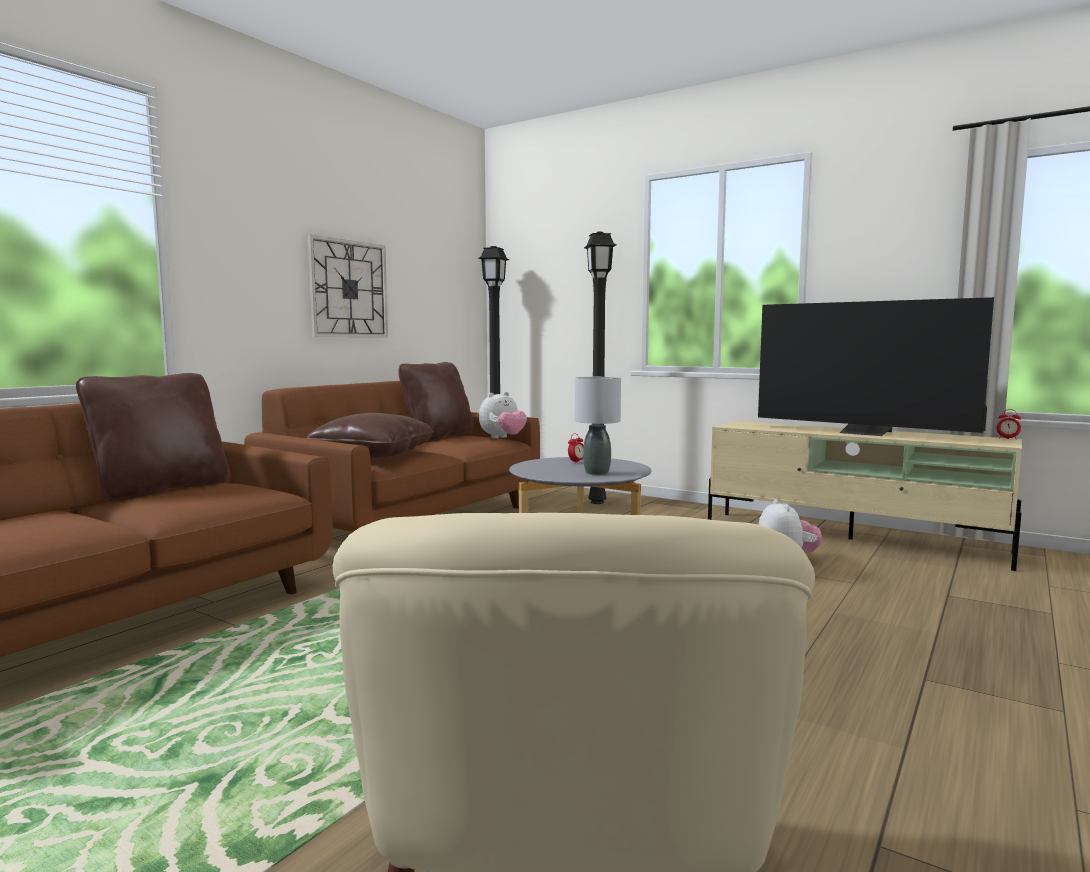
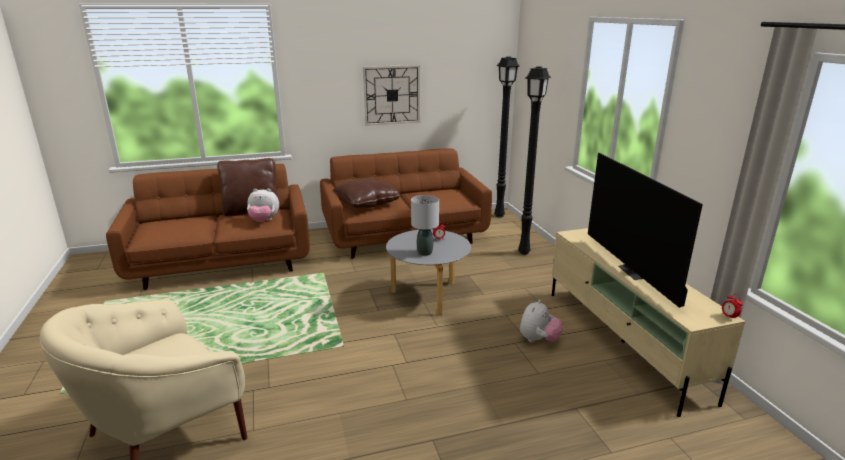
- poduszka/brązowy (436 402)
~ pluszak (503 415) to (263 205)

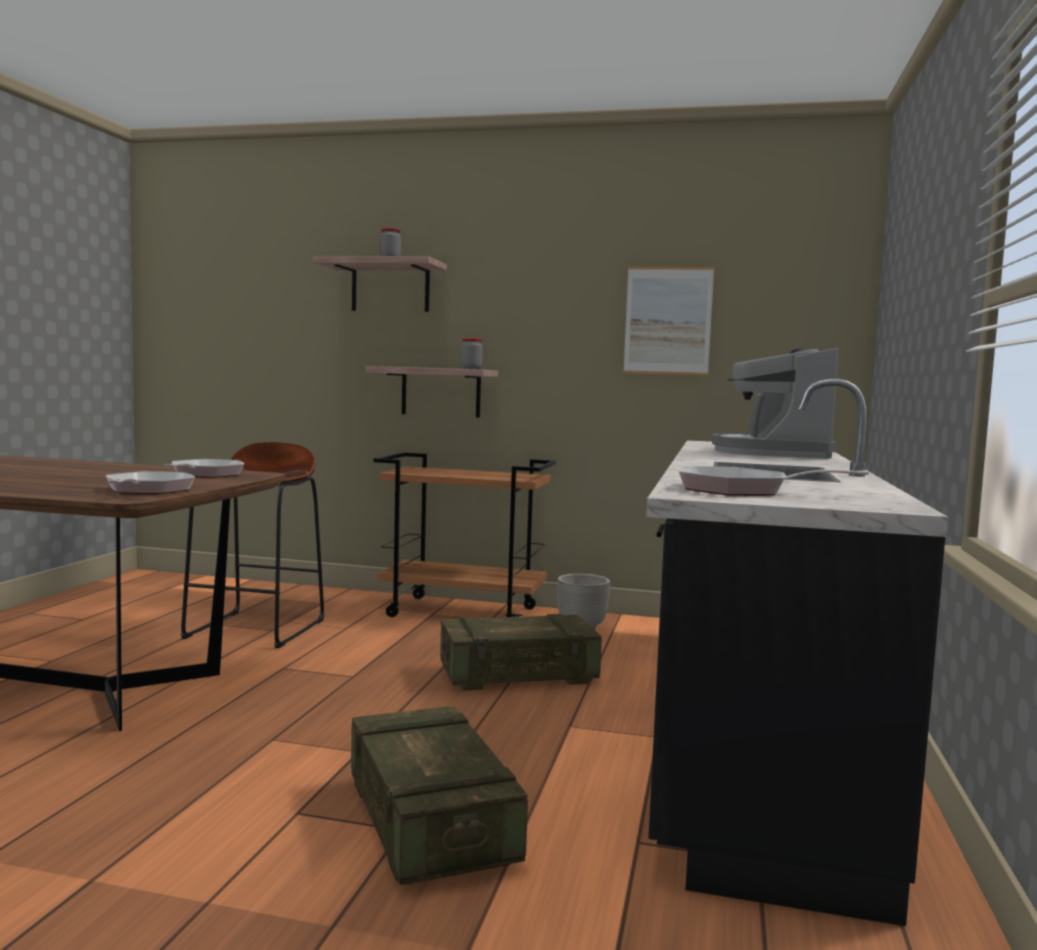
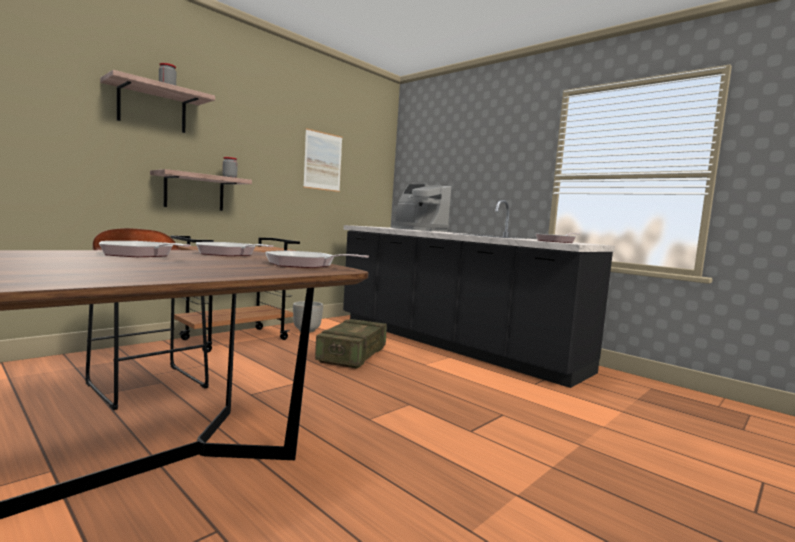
- skrzynka (439 795)
+ patelnia (145 249)

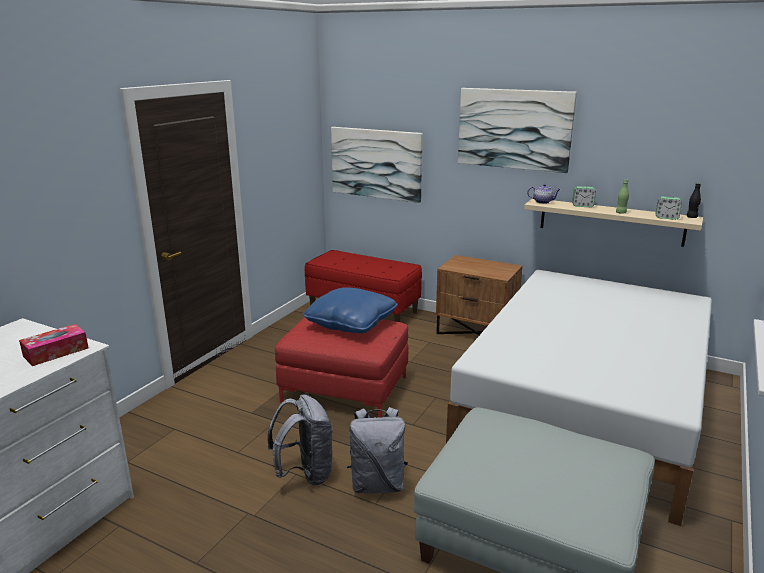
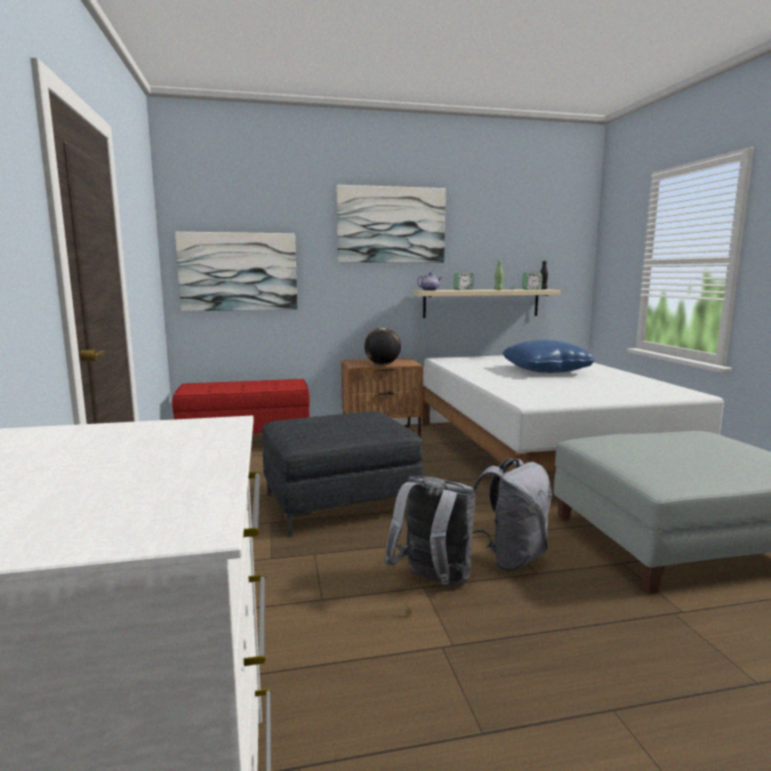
- pudełko chusteczek (53 345)
~ pufa/czerwony (341 367) to pufa/szary (342 474)
~ poduszka/niebieski (350 310) to (548 356)
+ globus (382 346)

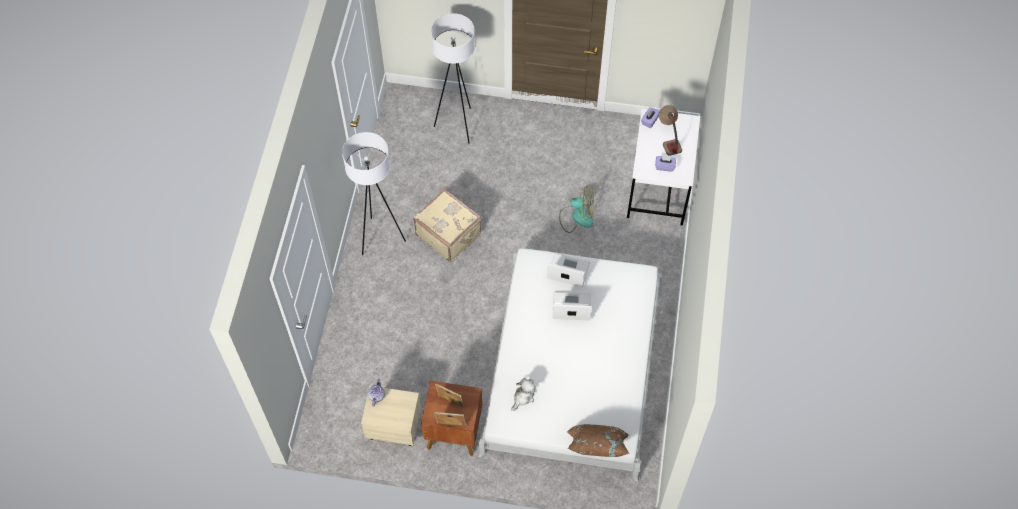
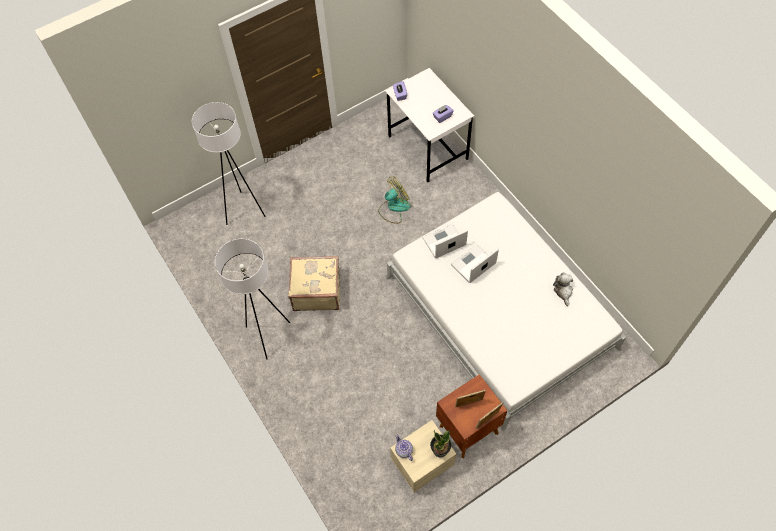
~ pluszak (523 394) to (563 289)
- poduszka/brązowy (598 440)
- lampa stołowa (670 130)
+ roślina doniczkowa (441 443)

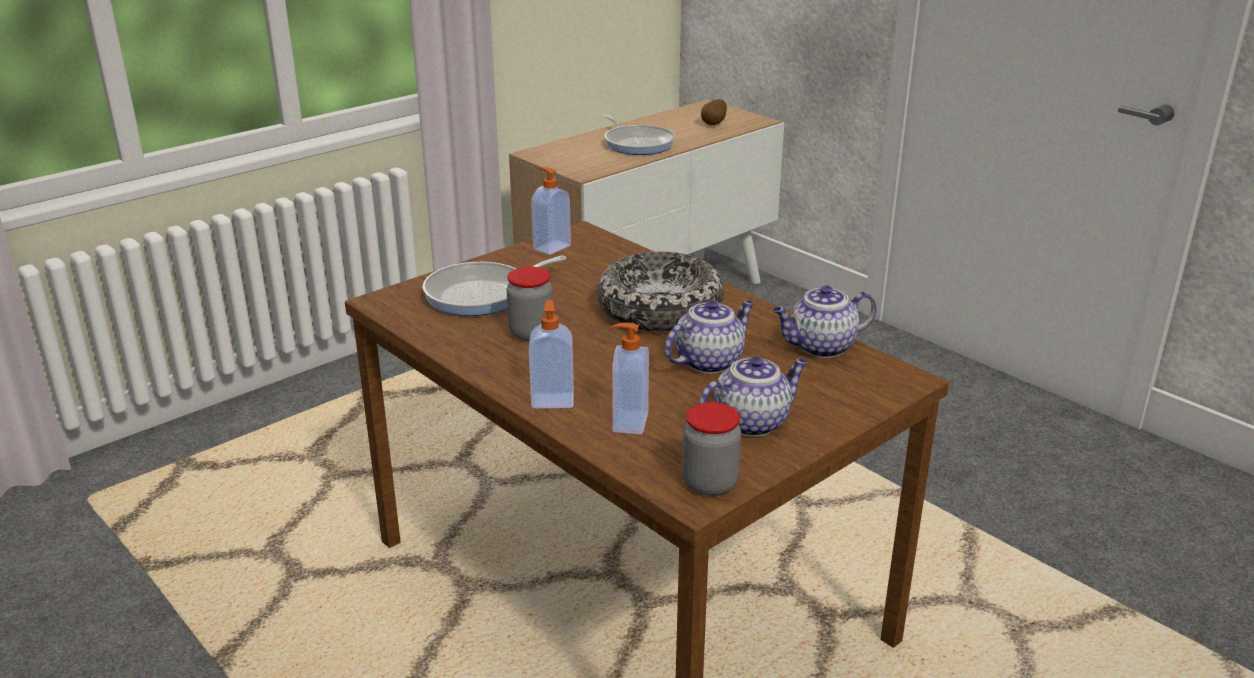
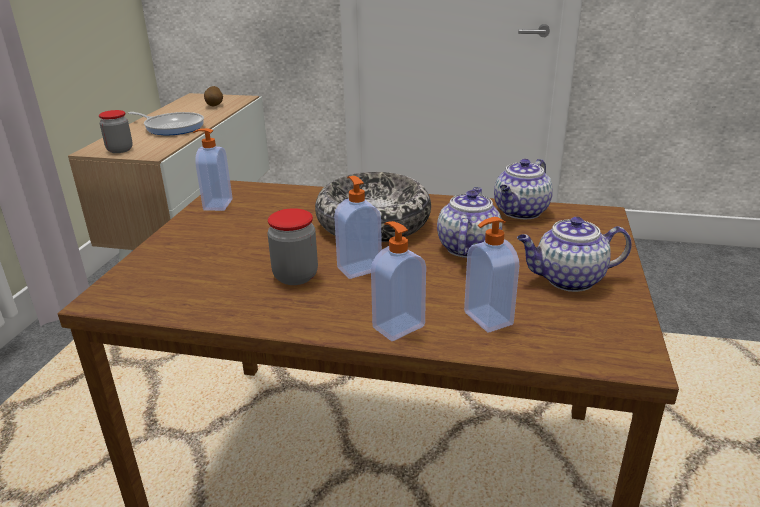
- patelnia (495 286)
~ słoik (711 449) to (116 131)
~ imbryk (753 396) = (574 254) 120 degrees counterclockwise
+ dozownik mydła (358 227)

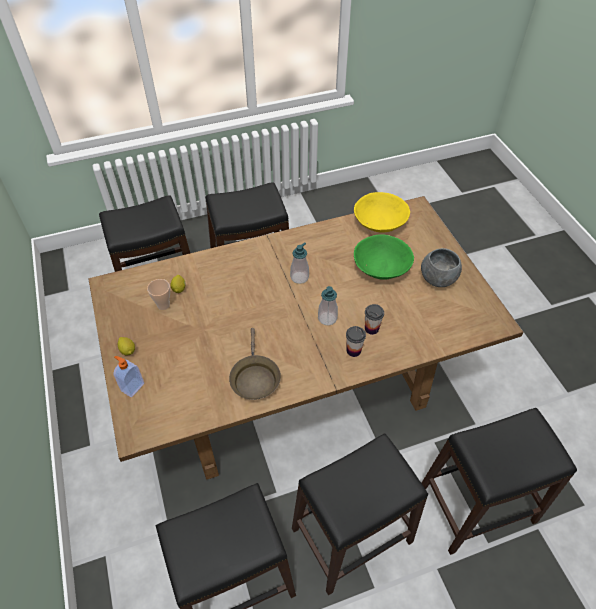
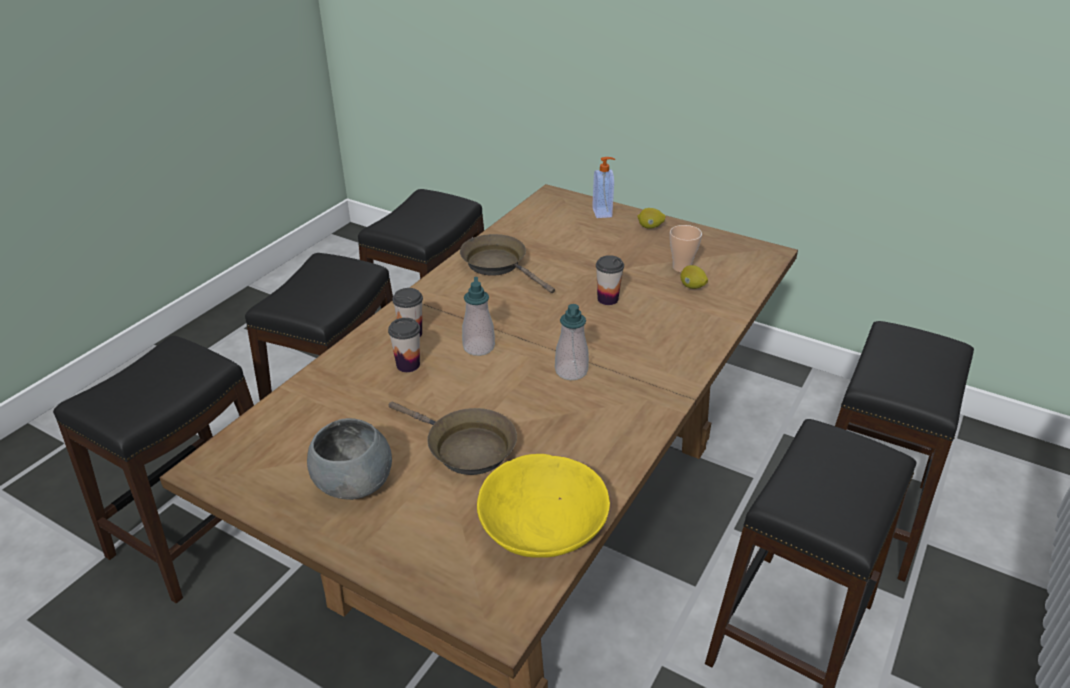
~ miska/zielony (384 257) to patelnia/brązowy (453 438)
+ filiżanka (610 280)

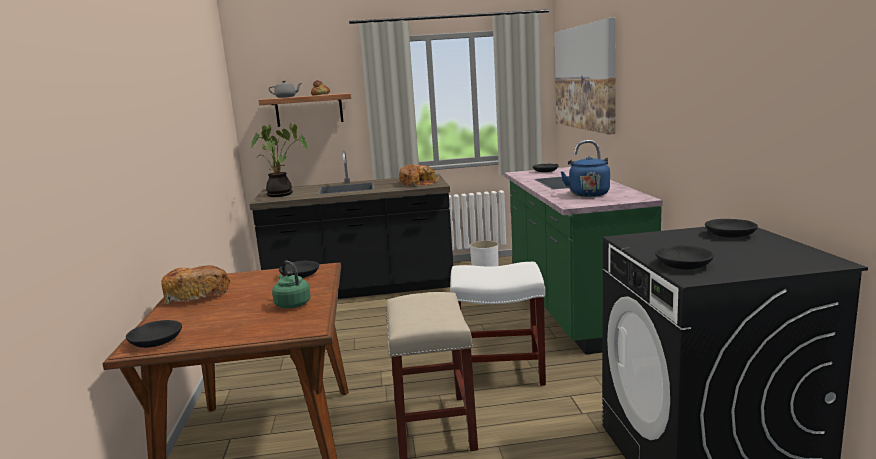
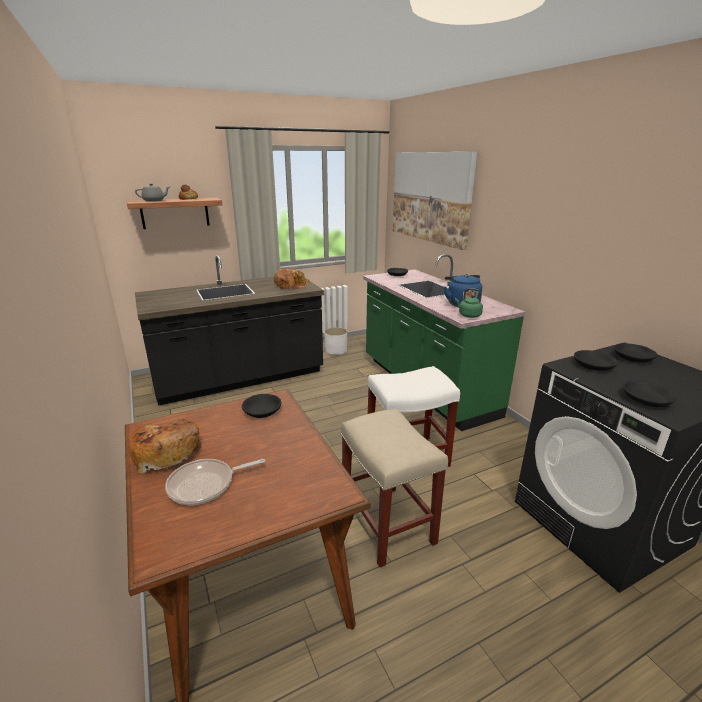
~ miska/czarny (154 334) to (596 360)
- roślina doniczkowa (279 160)
~ czajnik/zielony (291 284) to (469 303)
+ patelnia (215 482)

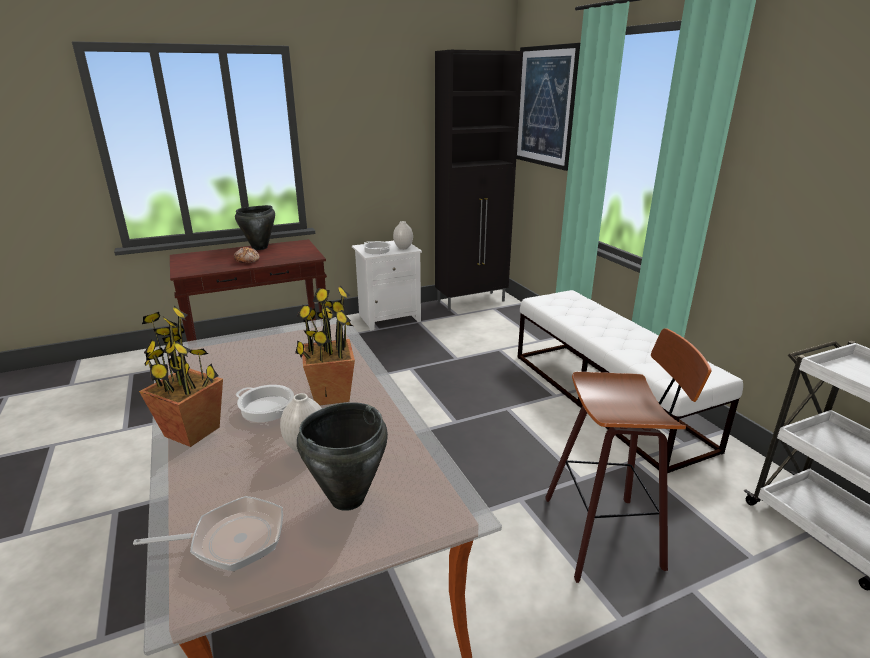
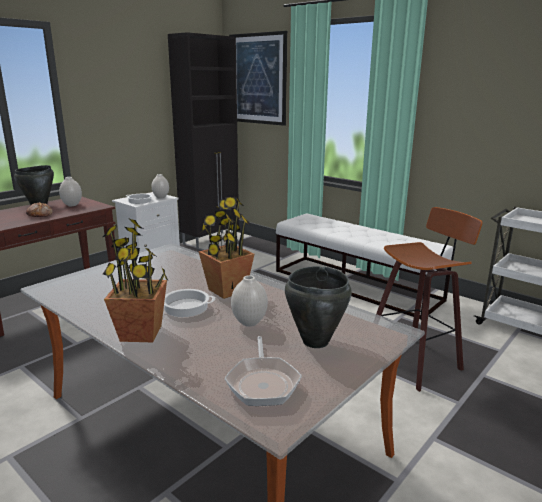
~ patelnia (208 533) = (263 371) 120 degrees clockwise
+ wazon/biały (70 191)

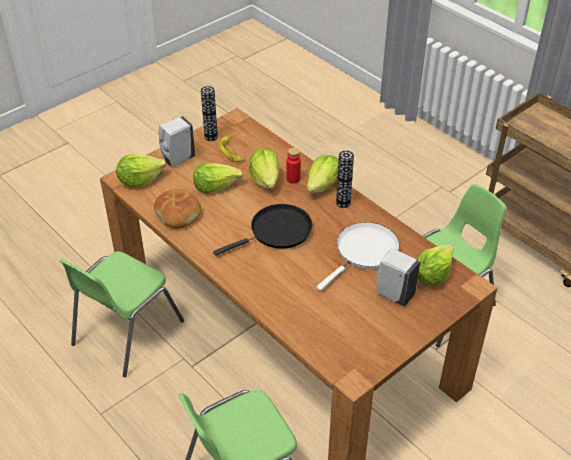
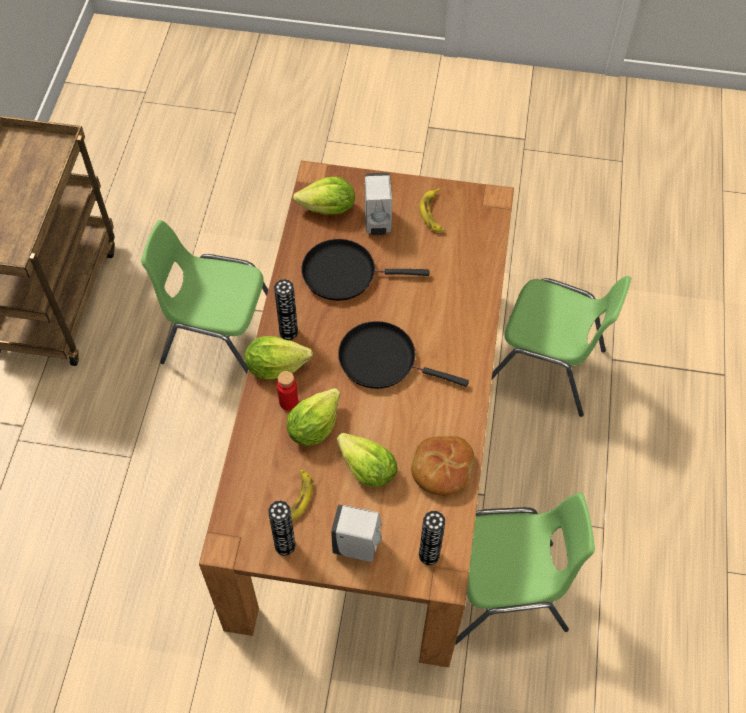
~ sałata (141 170) to wazon (432 538)
~ patelnia/biały (358 256) to patelnia/czarny (365 270)
+ banan (432 210)

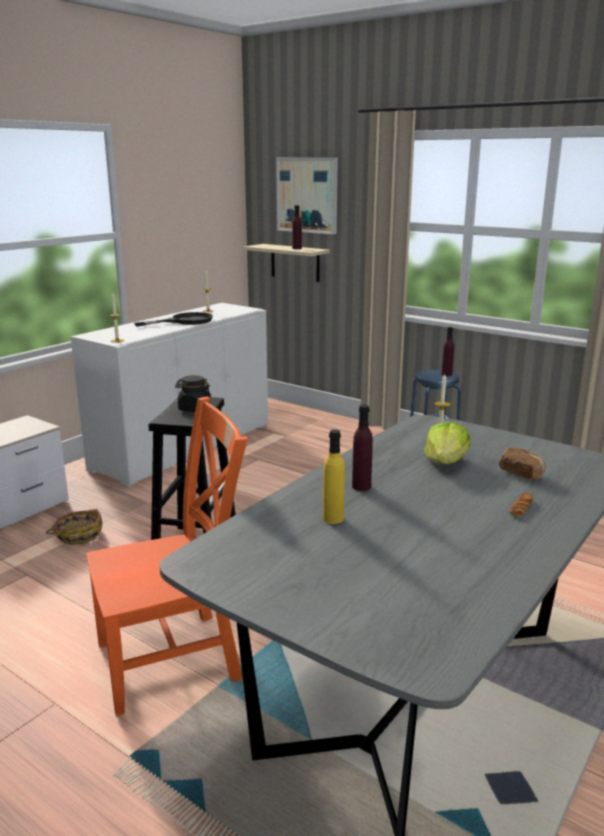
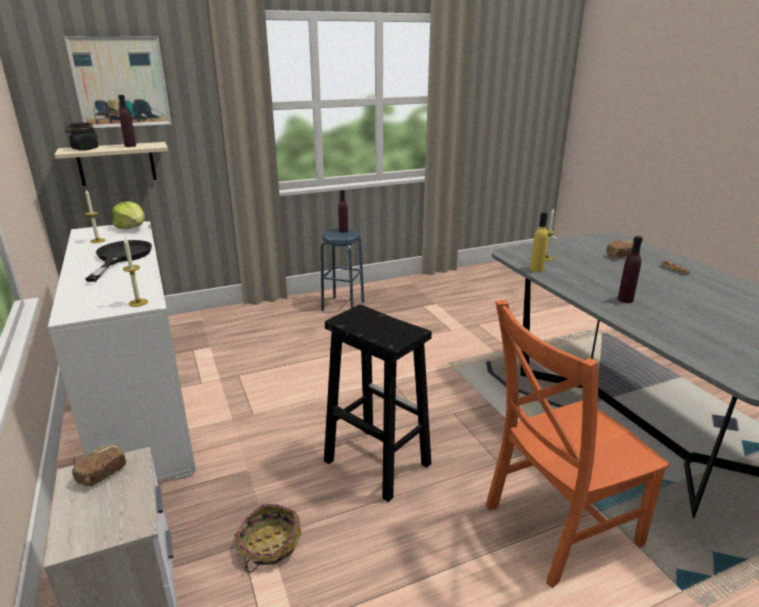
~ krzesło/pomarańczowy (167 556) = (578 444) 120 degrees counterclockwise
~ słoik/czarny (193 393) to (81 136)
~ butelka/żółty (334 476) to (539 242)
~ sałata (447 443) to (128 215)
+ chleb (99 466)

